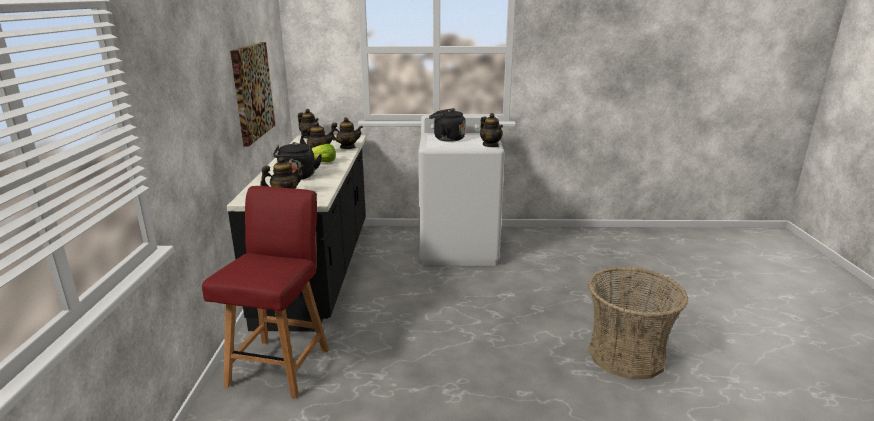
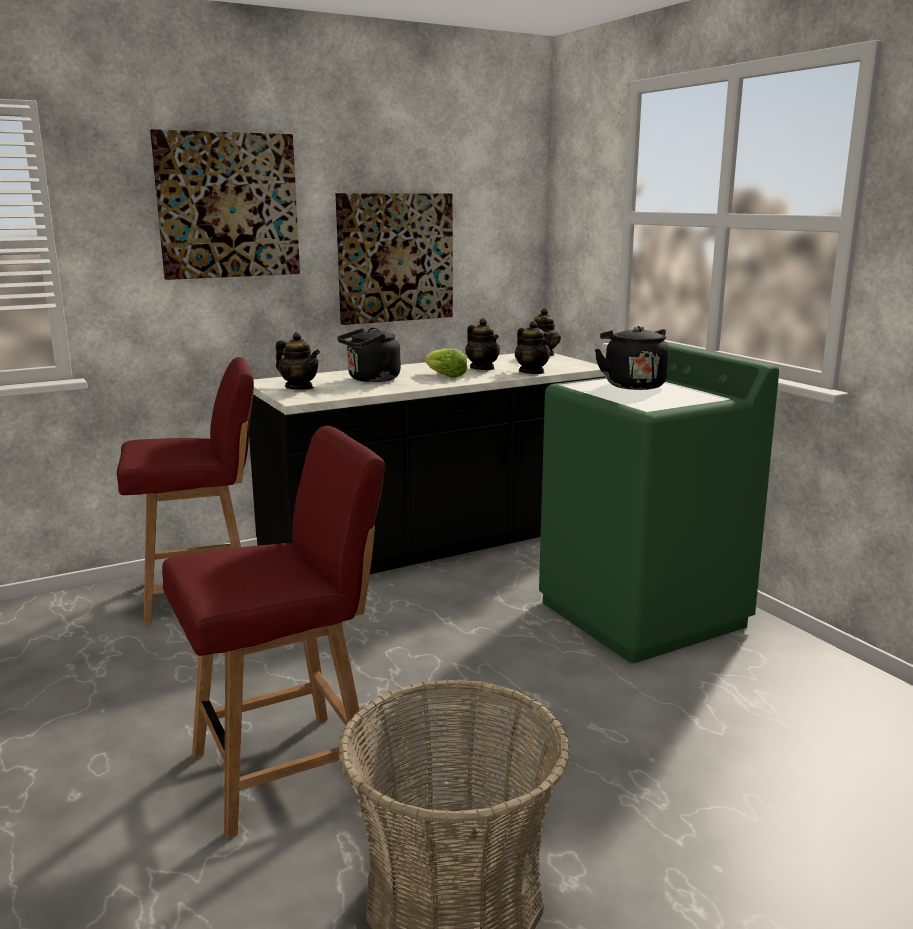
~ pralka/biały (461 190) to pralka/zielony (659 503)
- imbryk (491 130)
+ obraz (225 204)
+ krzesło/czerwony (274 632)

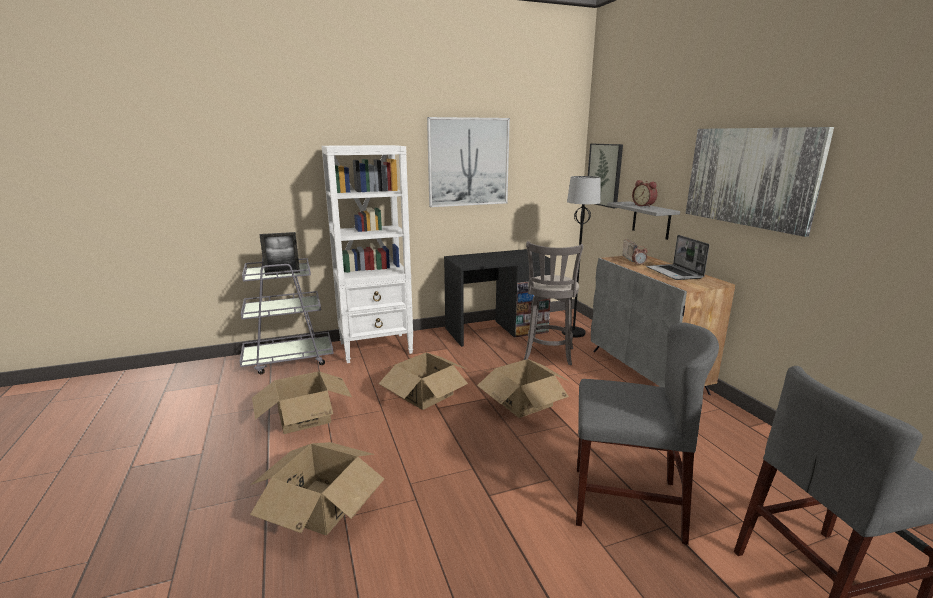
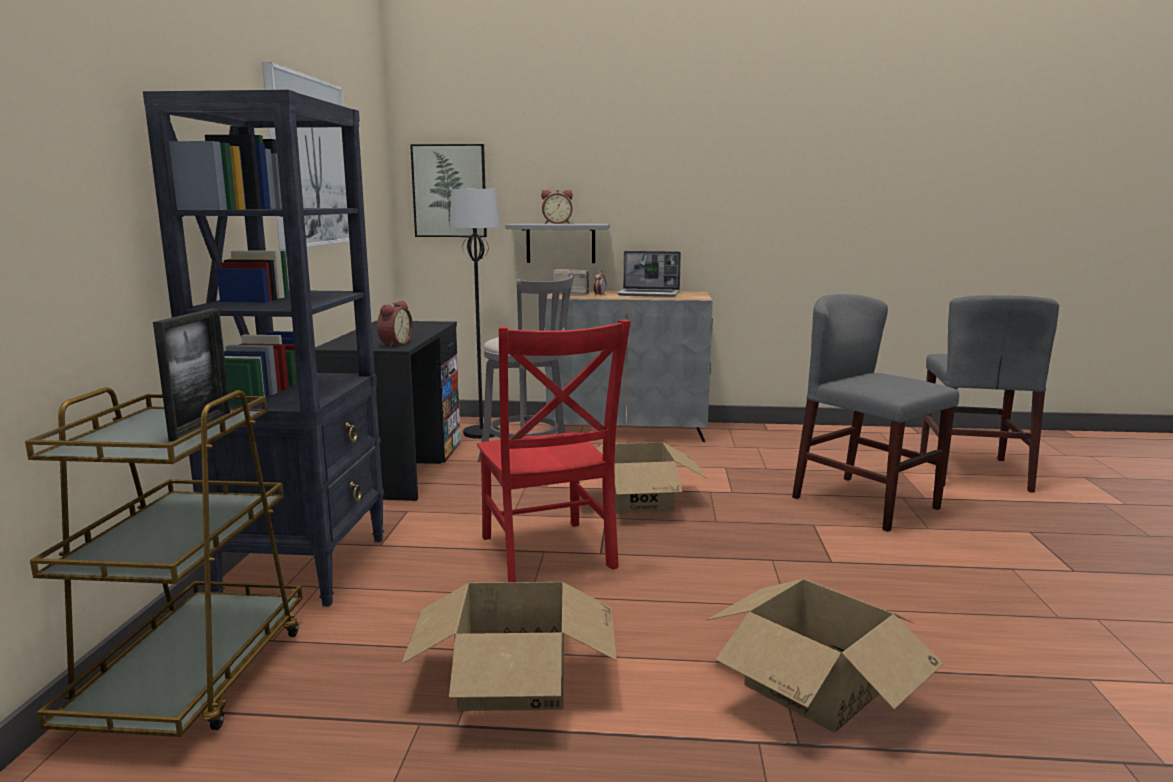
~ wózek/szary (286 315) to wózek/brązowy (164 562)
~ regał/biały (367 254) to regał/czarny (263 348)
~ karton (423 381) to krzesło/czerwony (554 451)
~ krzesło/szary (647 433) = (875 413) 75 degrees counterclockwise
- obraz (760 182)
+ budzik (395 324)

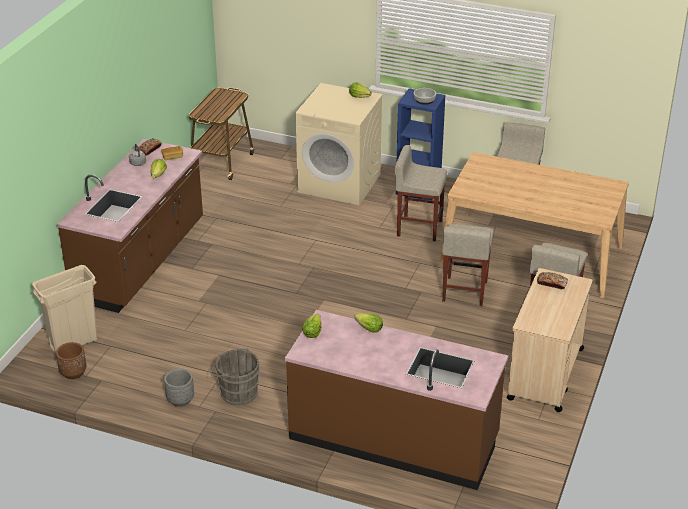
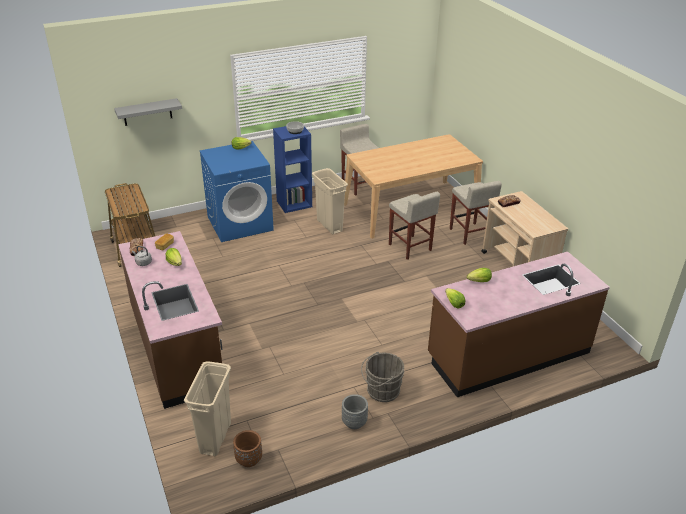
~ pralka/beżowy (339 144) to pralka/niebieski (237 191)
~ stołek/beżowy (421 193) to kosz na śmieci/beżowy (330 201)
+ półka/szary (148 112)

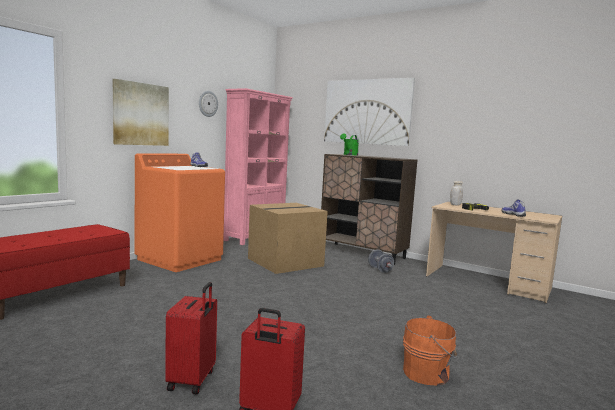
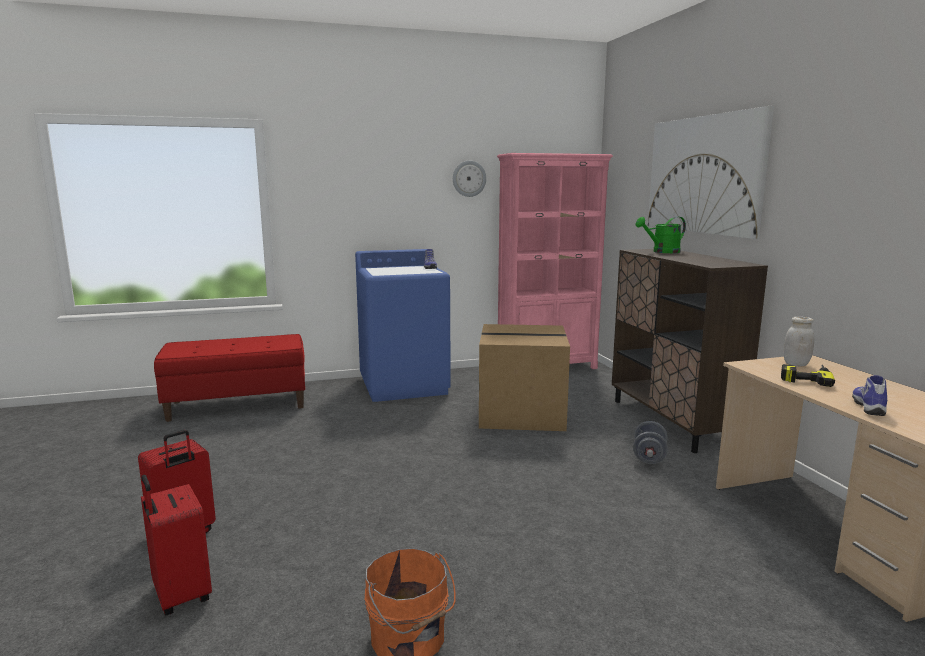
- obraz (141 112)
~ pralka/pomarańczowy (179 212) to pralka/niebieski (403 325)

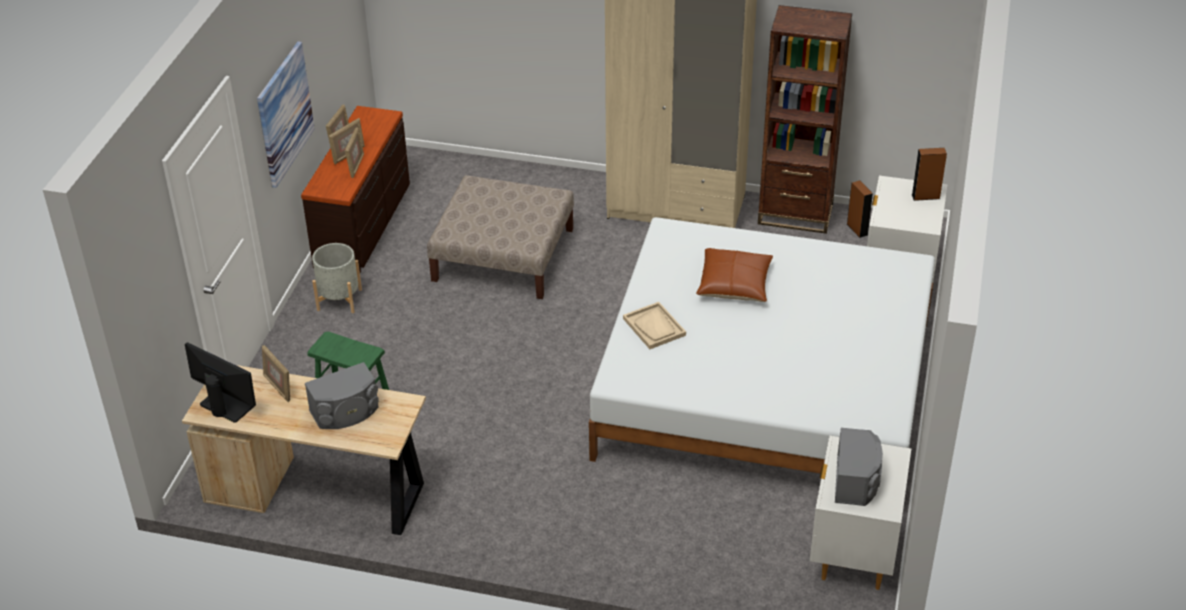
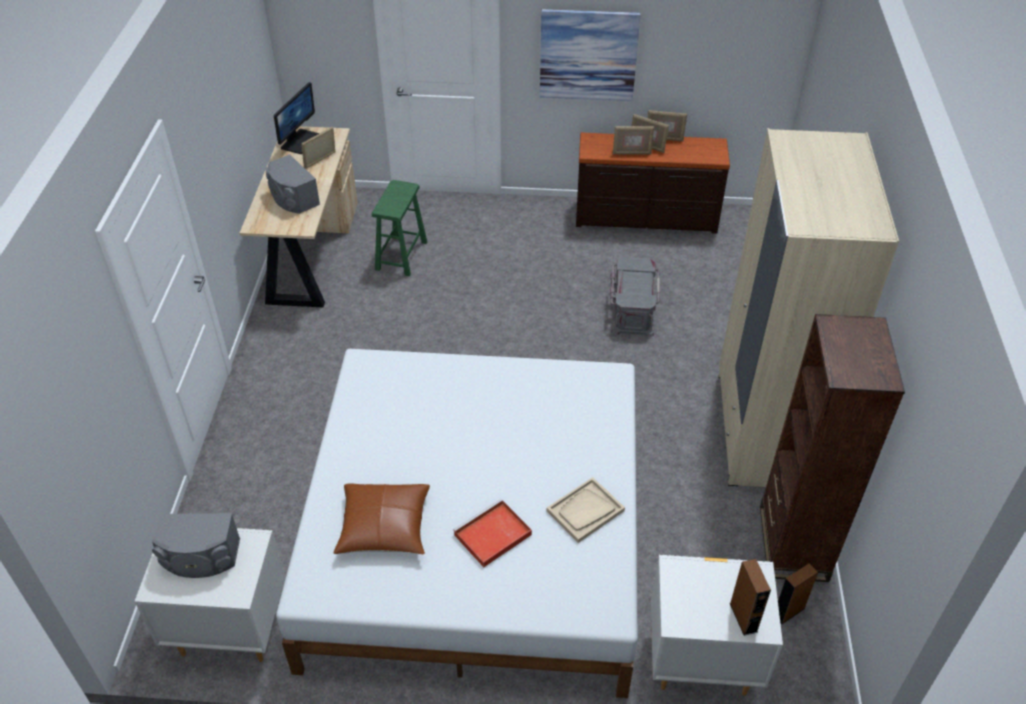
- donica/szary (337 278)
~ pufa/beżowy (500 237) to pojemnik do przechowywania/szary (635 297)
~ taca/beżowy (654 325) to (586 510)
~ poduszka/brązowy (734 275) to (382 518)
+ taca/czerwony (492 533)

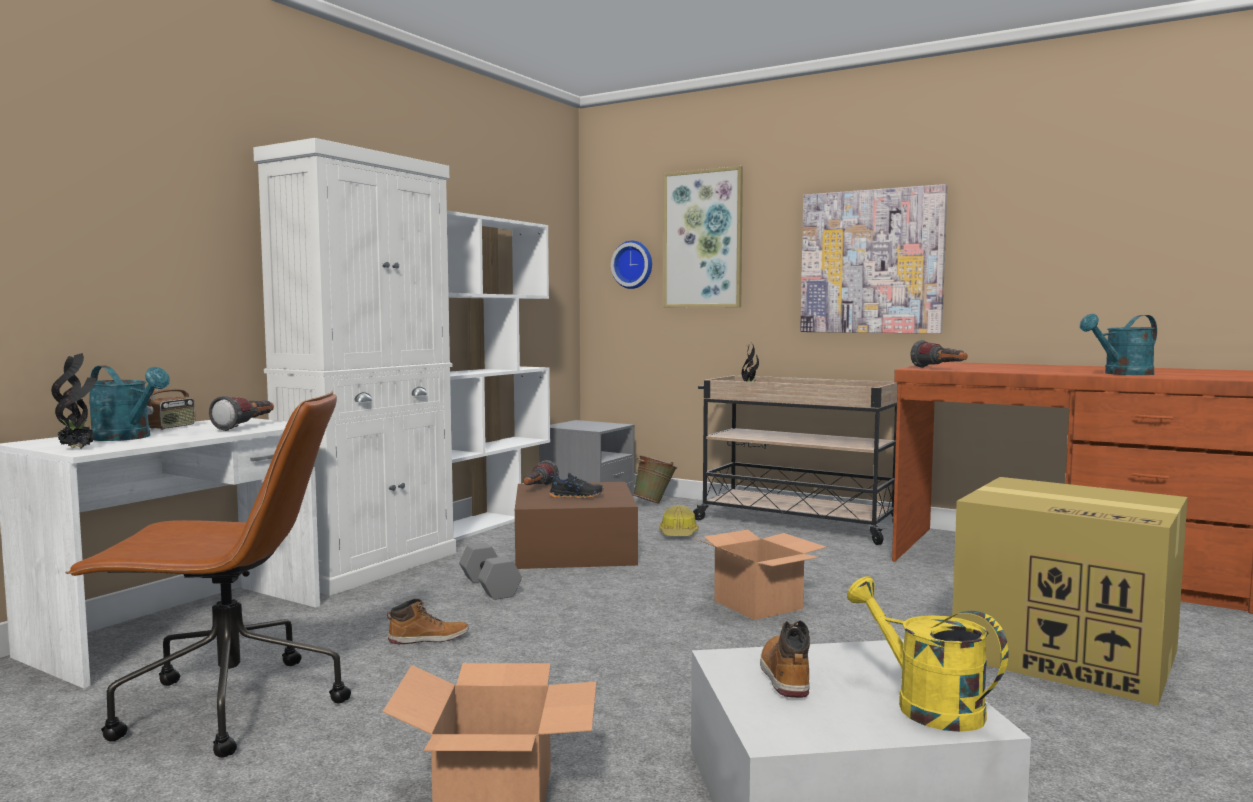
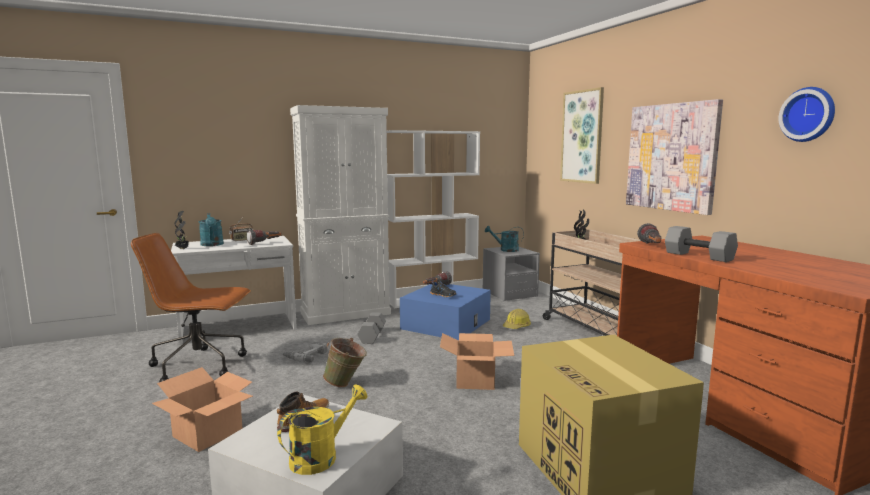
~ krzesło biurowe/brązowy (208 574) = (191 307) 150 degrees clockwise
~ but z cholewką (428 621) to wiertarka (305 352)
~ pojemnik do przechowywania/brązowy (576 525) to pojemnik do przechowywania/niebieski (445 312)
~ zegar ścienny (631 265) to (807 114)
~ wiadro/zielony (655 479) to (345 363)
~ konewka/żółty (927 654) = (322 429) 45 degrees clockwise
~ konewka/turkusowy (1118 344) to (504 239)
+ hantel/szary (701 244)

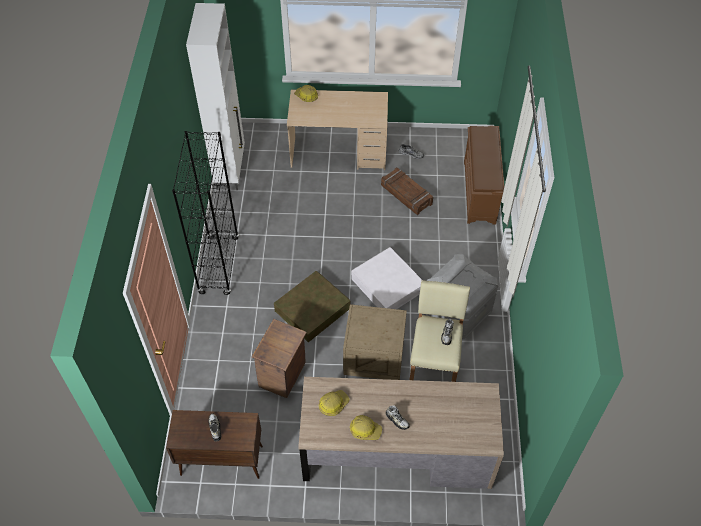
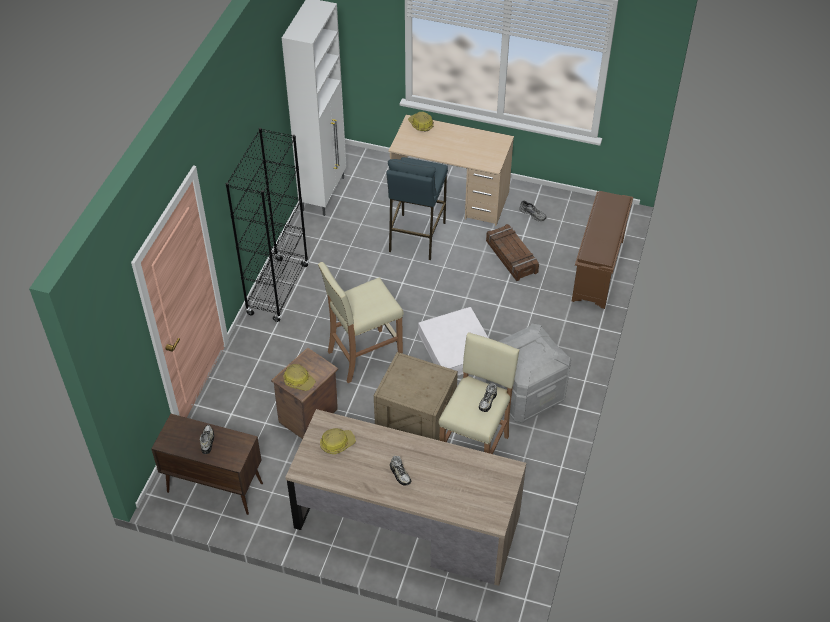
~ pojemnik do przechowywania/brązowy (312 306) to stołek/beżowy (361 322)
~ kask (366 427) to (299 377)
+ stołek/niebieski (417 208)

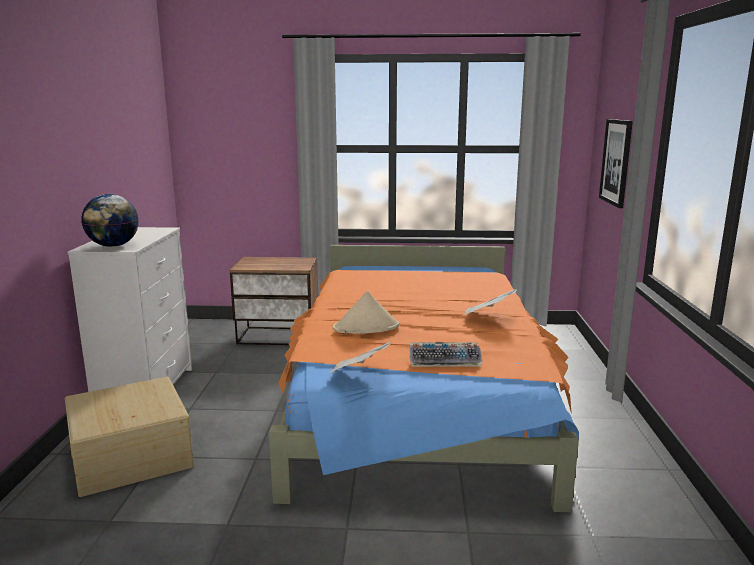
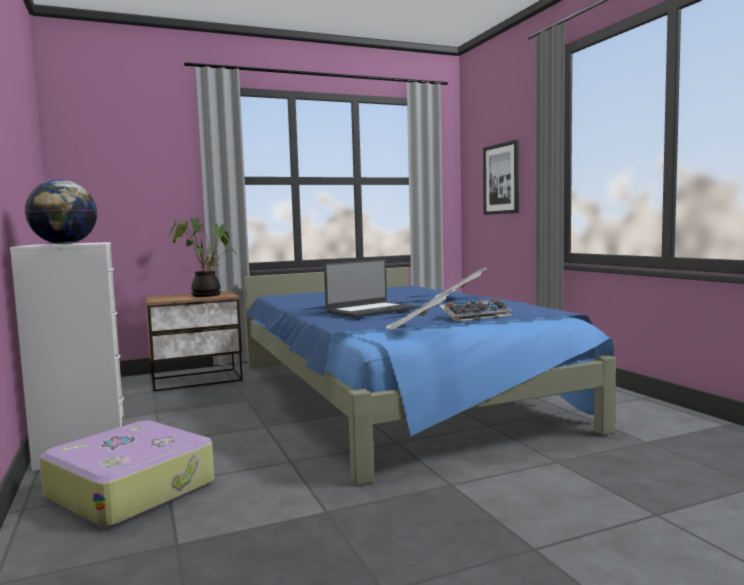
~ pojemnik do przechowywania/beżowy (129 437) to walizka (126 473)
~ łóżko/pomarańczowy (424 378) to łóżko/niebieski (430 376)
~ kapelusz/beżowy (366 312) to laptop (369 288)
+ roślina doniczkowa (203 257)

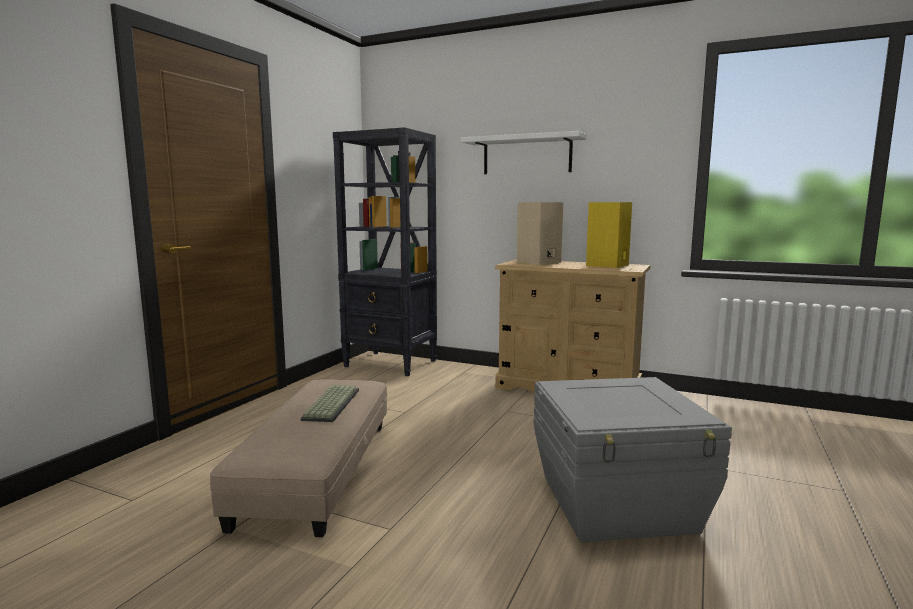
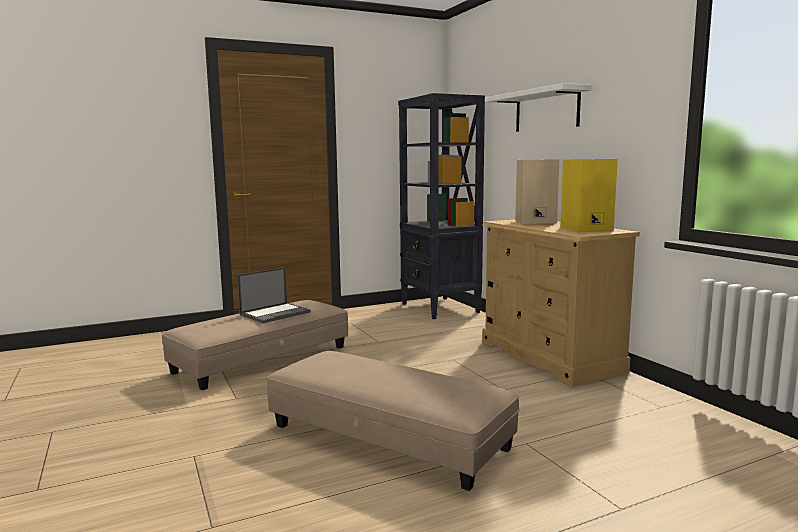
~ klawiatura (330 403) to laptop (274 295)
~ pojemnik do przechowywania/szary (633 459) to pufa/beżowy (393 421)

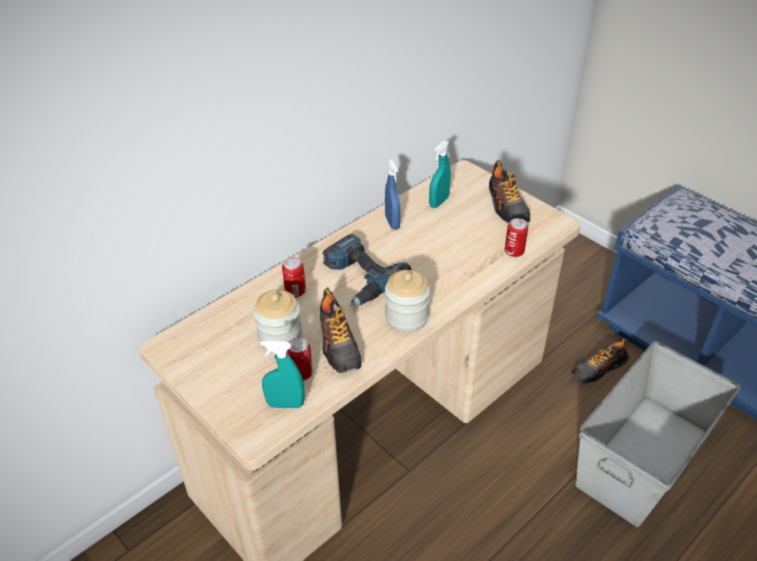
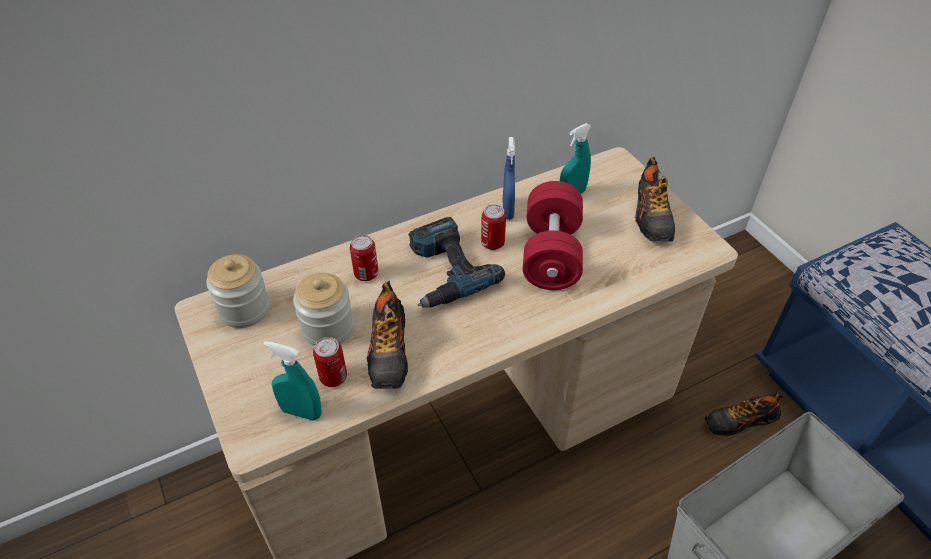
~ słoik (407 301) to (238 291)
~ puszka (516 237) to (493 227)
+ hantel/czerwony (553 235)

